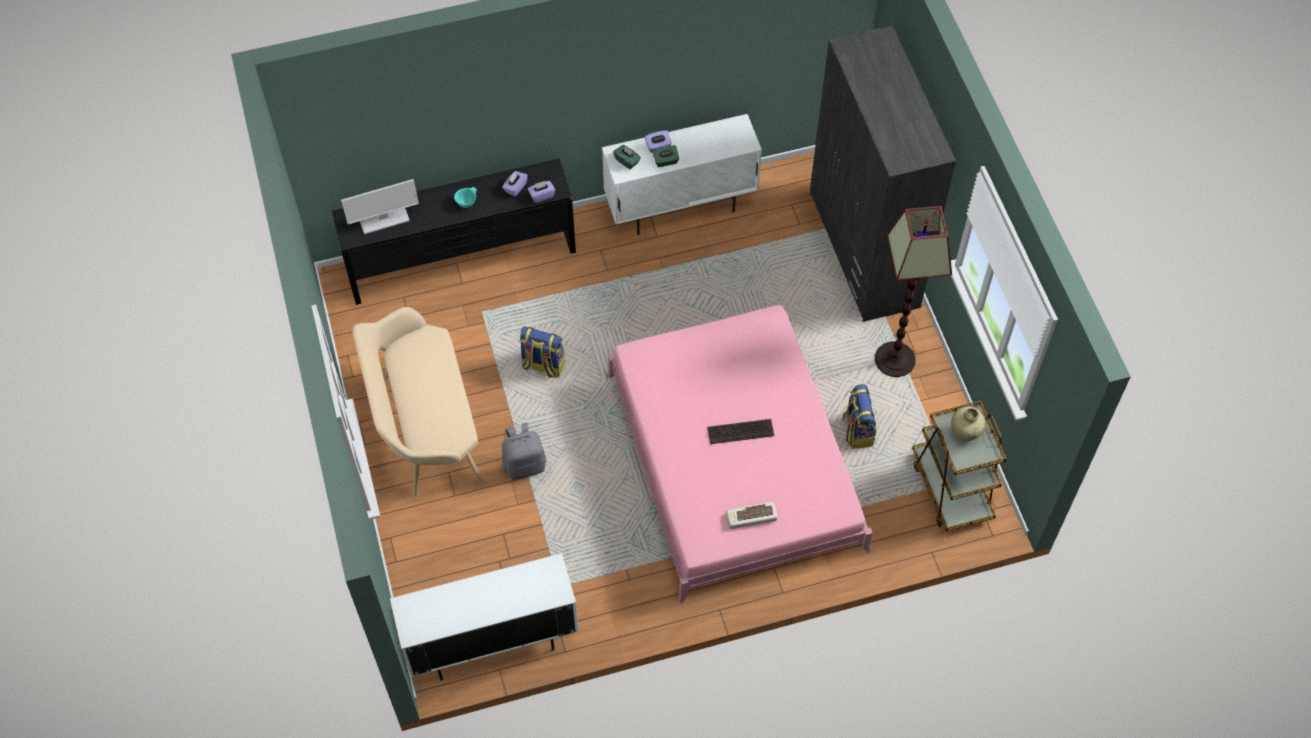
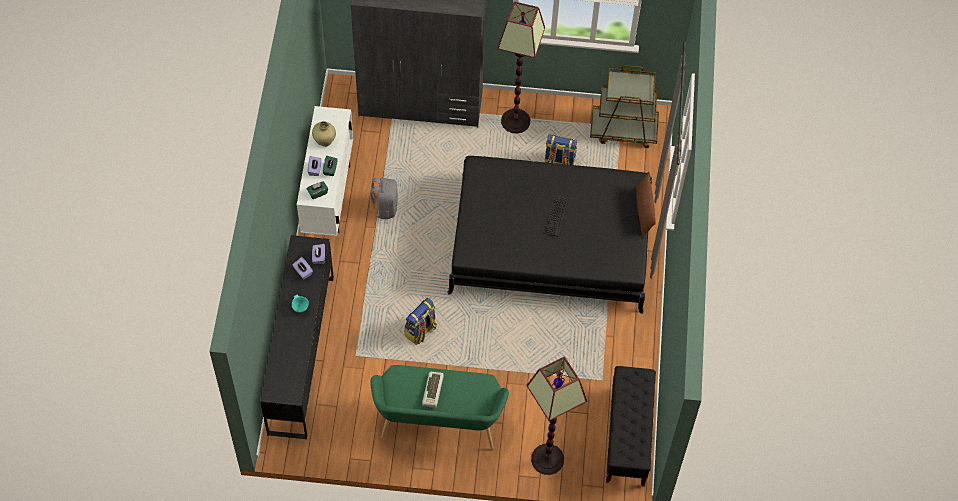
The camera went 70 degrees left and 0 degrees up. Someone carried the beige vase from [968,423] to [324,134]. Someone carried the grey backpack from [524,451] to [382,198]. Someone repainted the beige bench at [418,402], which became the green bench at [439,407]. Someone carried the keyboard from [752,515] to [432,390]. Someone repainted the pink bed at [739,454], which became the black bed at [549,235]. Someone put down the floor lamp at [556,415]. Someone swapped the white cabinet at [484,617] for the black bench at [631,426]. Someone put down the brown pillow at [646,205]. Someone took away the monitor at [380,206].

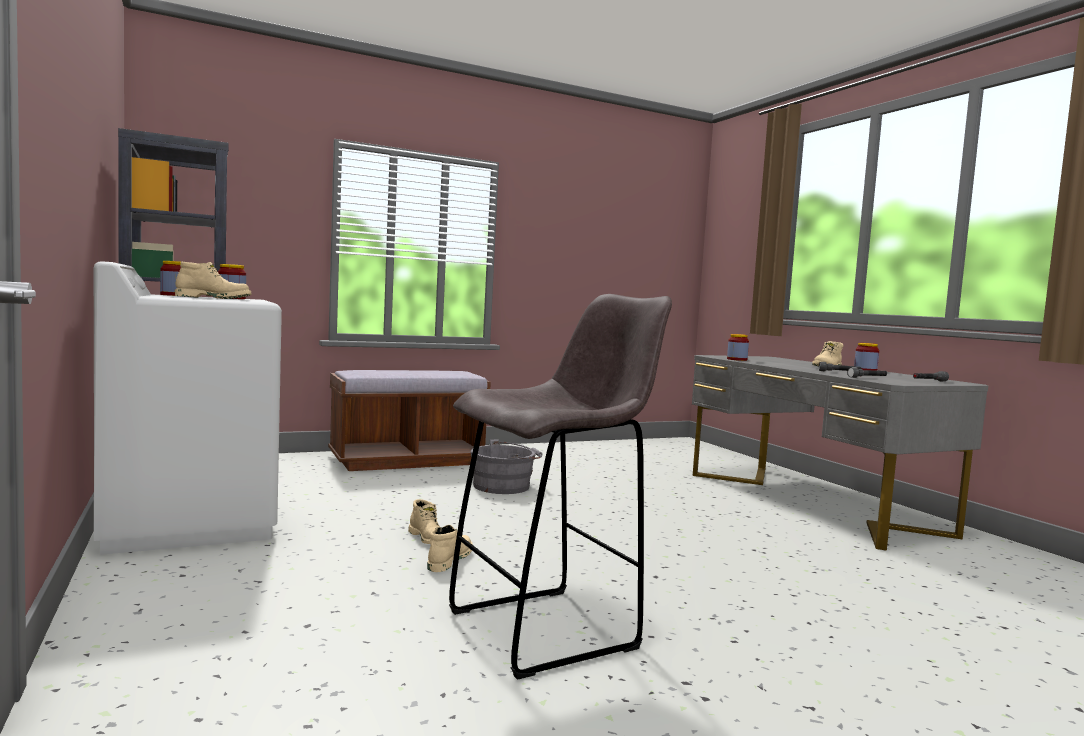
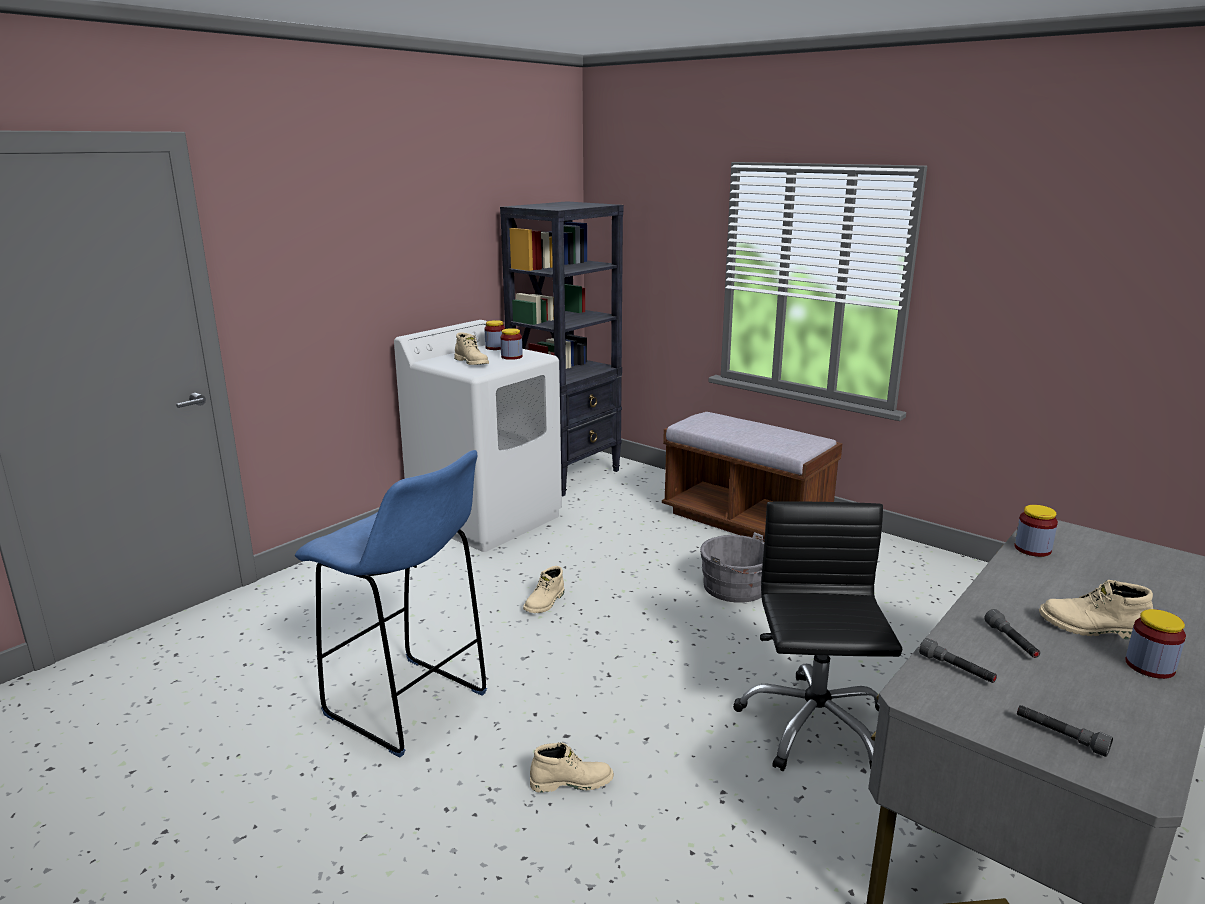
The camera went 65 degrees right and 15 degrees up. Someone repainted the grey stool at [560,487], which became the blue stool at [391,604]. Someone carried the beige boot from [450,548] to [572,767]. Someone put down the black office chair at [818,636].

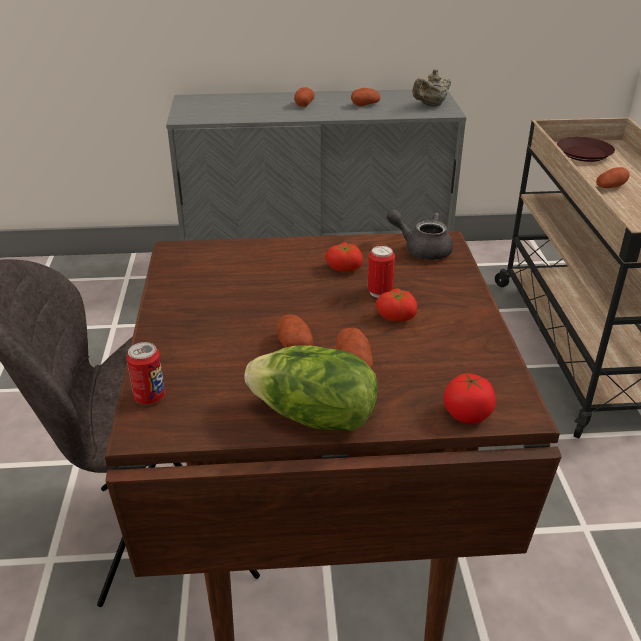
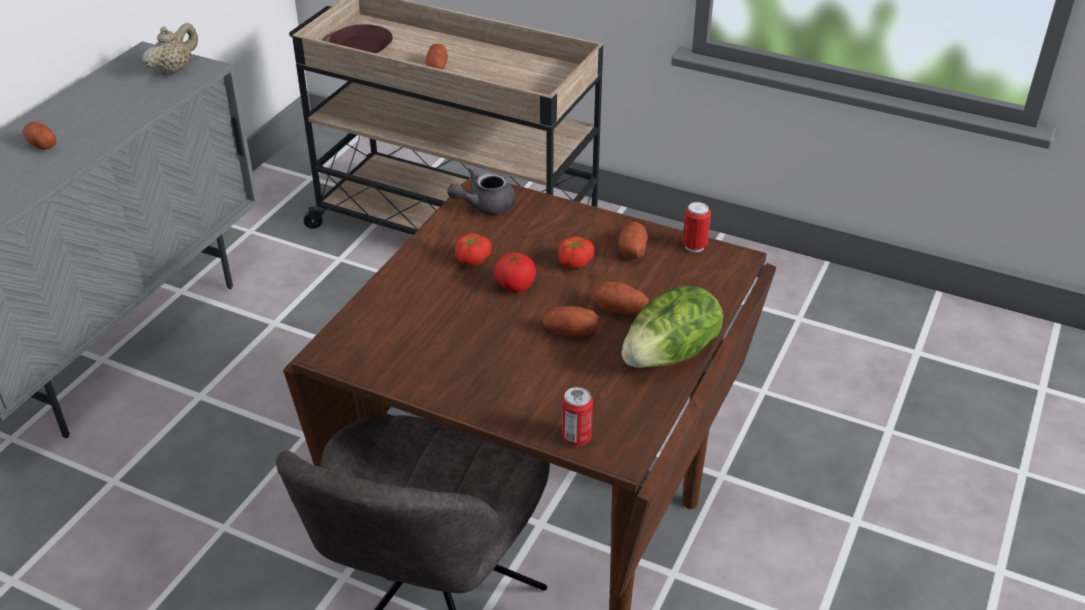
The camera went 60 degrees left and 5 degrees up. Someone rotated the beige teapot at [431,88] by 135 degrees counterclockwise. Someone carried the tomato from [469,398] to [515,272]. Someone carried the potato from [365,97] to [633,240]. Someone carried the can from [381,271] to [696,227].

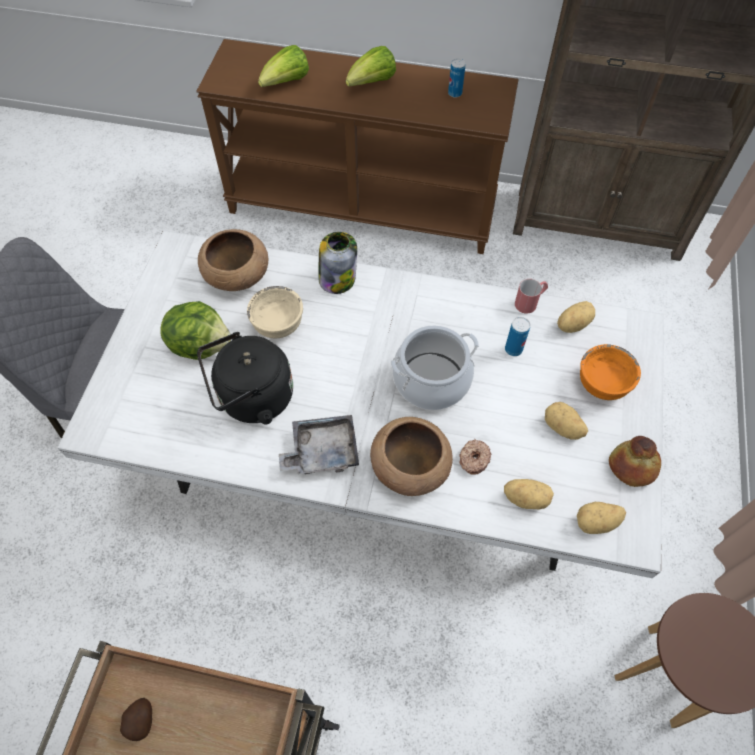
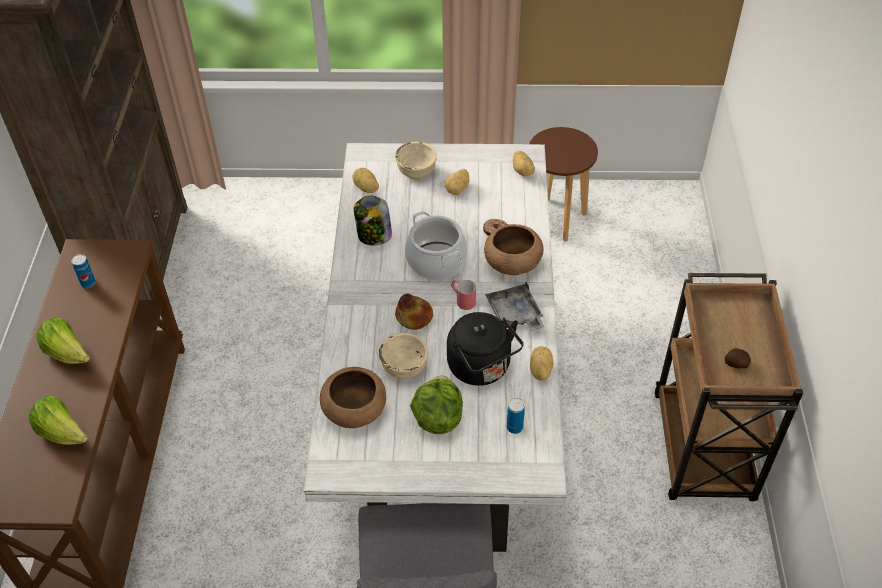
The camera went 100 degrees left and 10 degrees down. Someone carried the jar from [338,263] to [373,220]. Someone repainted the orange bowl at [610,372], which became the beige bowl at [416,161]. Someone carried the bread from [635,461] to [414,312]. Someone carried the red mug from [531,296] to [463,295]. Someone carried the can from [517,336] to [516,416]. Someone carried the potato from [529,494] to [542,363].

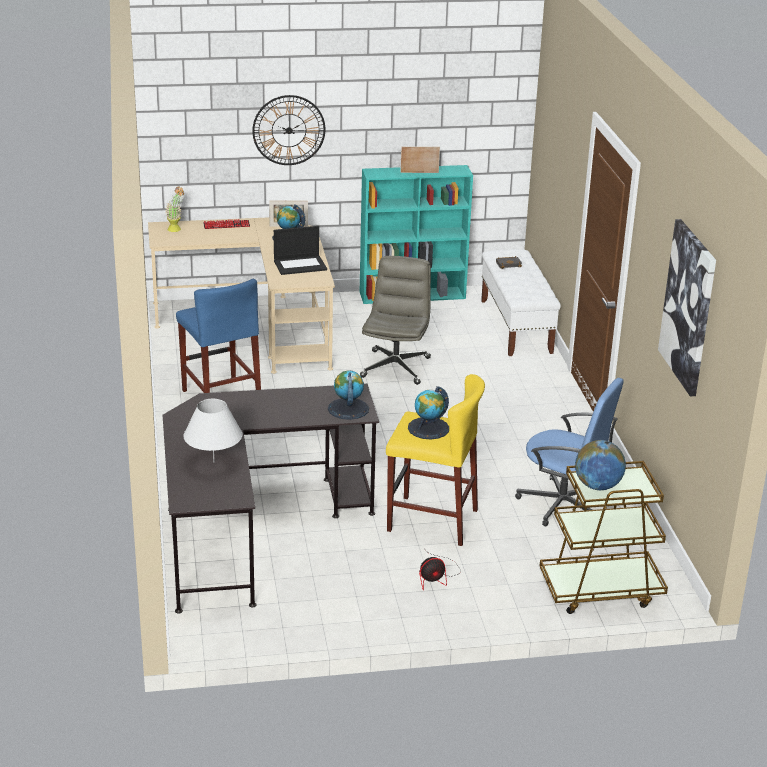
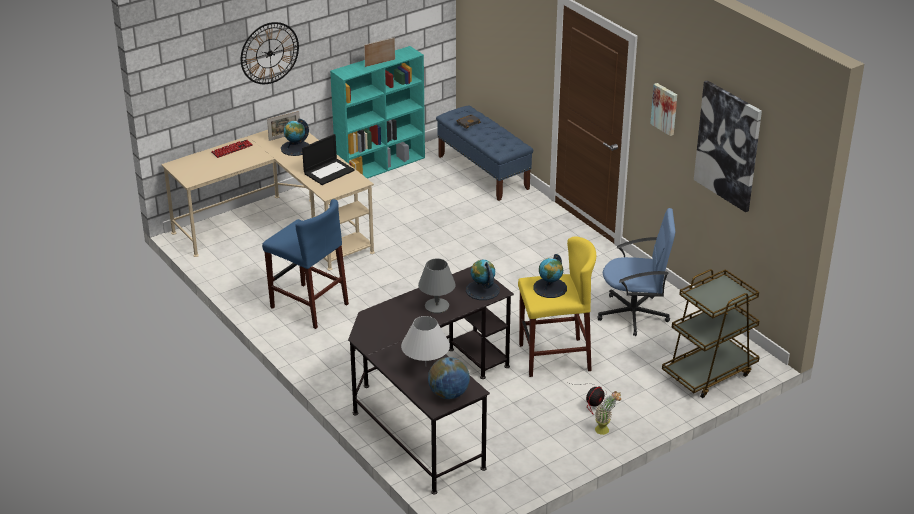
The camera went 25 degrees left and 5 degrees up. Someone put down the grey table lamp at [437,286]. Someone carried the globe from [600,465] to [449,378]. Someone repainted the white bench at [521,302], which became the blue bench at [484,153]. Someone carried the potted plant from [174,209] to [608,413]. Someone put up the picture at [663,109]. Someone took away the grey office chair at [395,320].

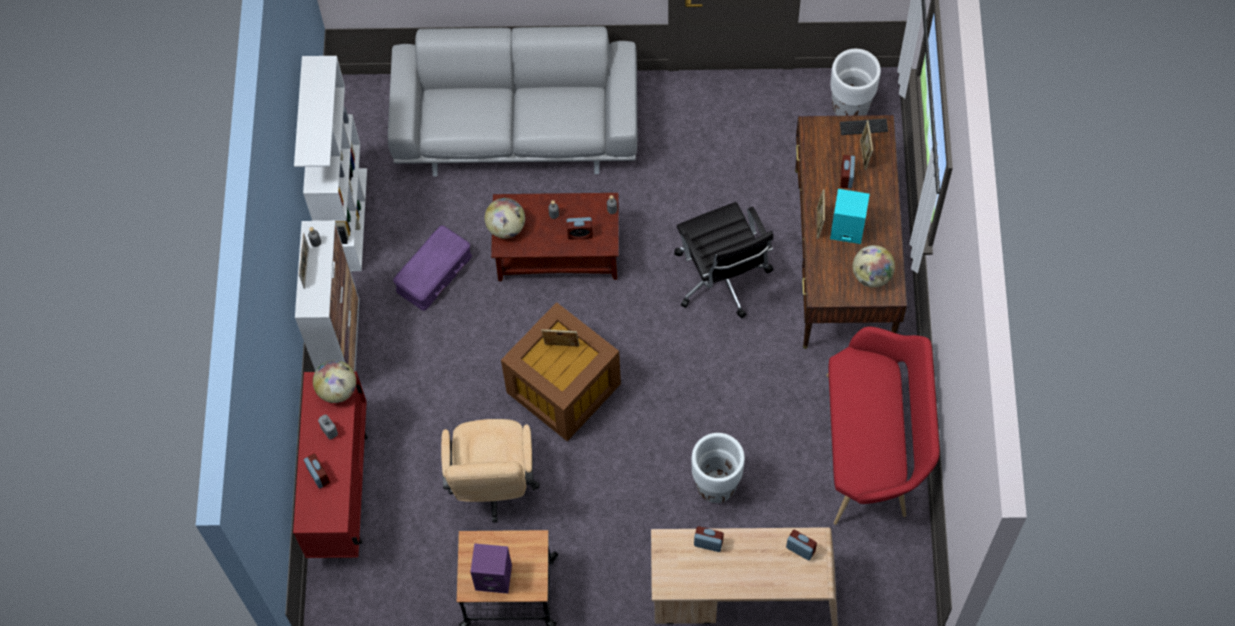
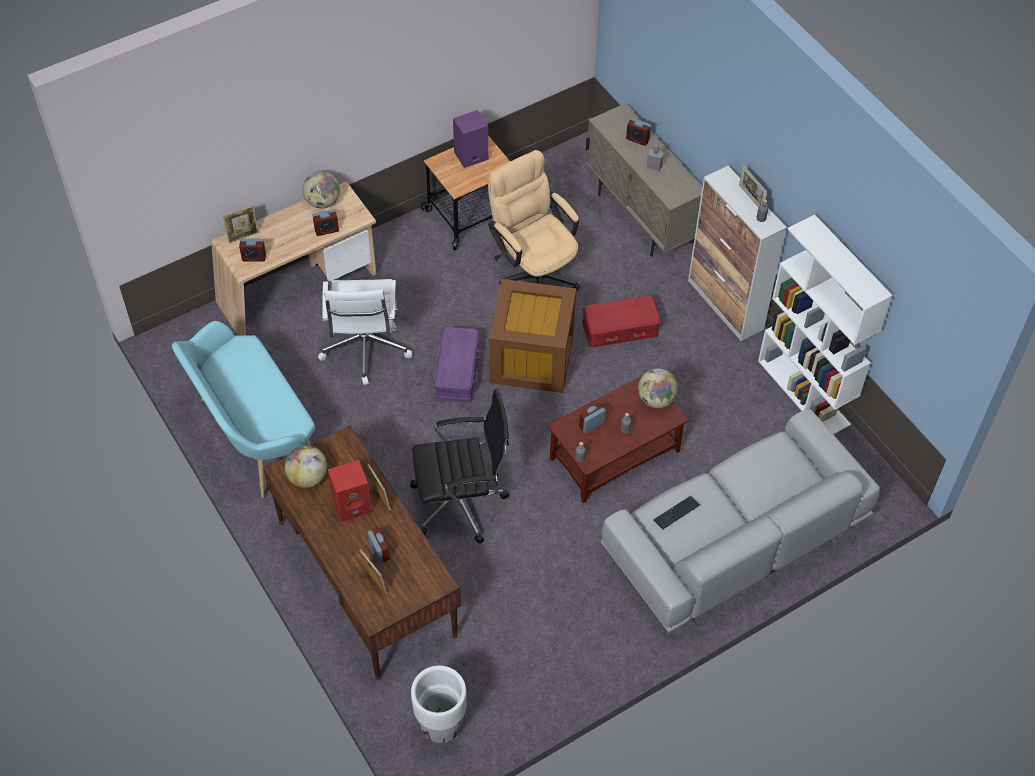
The camera went 145 degrees right and 10 degrees down. Someone repainted the red bench at [883,426], which became the turquoise bench at [244,409]. Someone carried the picture frame from [560,338] to [241,224]. Someone carried the globe from [334,381] to [321,190]. Someone swapped the white planter at [718,468] for the white office chair at [365,332]. Someone repainted the turquoise speaker at [849,216], which became the red speaker at [350,491]. Someone rotated the black office chair at [724,260] by 135 degrees clockwise. Someone carried the purple storage box from [432,268] to [457,365]. Someone put down the red storage box at [621,321]. Someone repainted the red cabinet at [330,464], which became the beige cabinet at [644,180]. Someone carried the keyboard from [864,126] to [676,512].

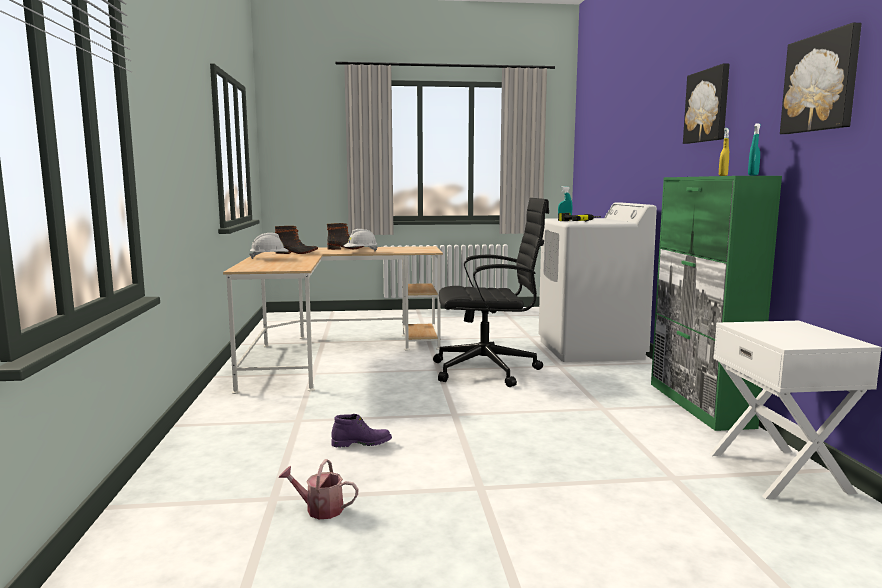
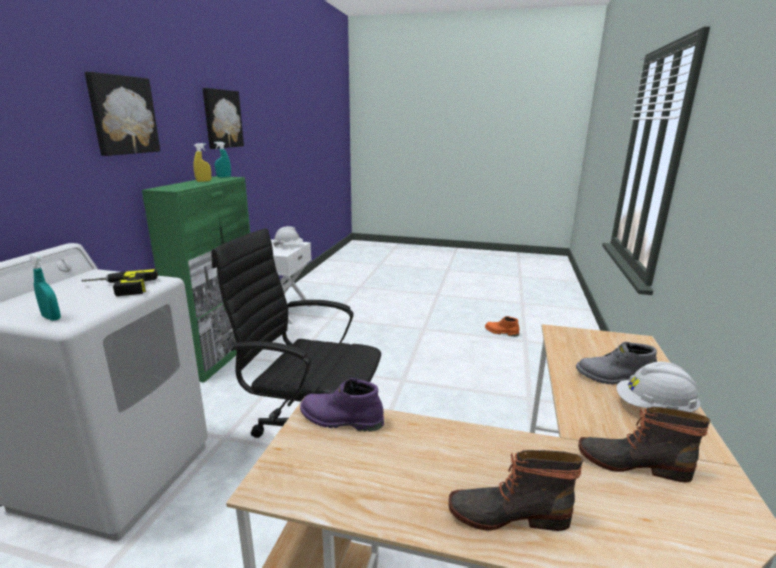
The camera went 160 degrees left and 10 degrees up. Someone carried the white hard hat from [361,240] to [288,236]. Someone carried the purple boot from [361,431] to [342,405]. Someone swapped the watering can at [318,489] for the orange boot at [502,326]. Someone put down the grey boot at [616,363].

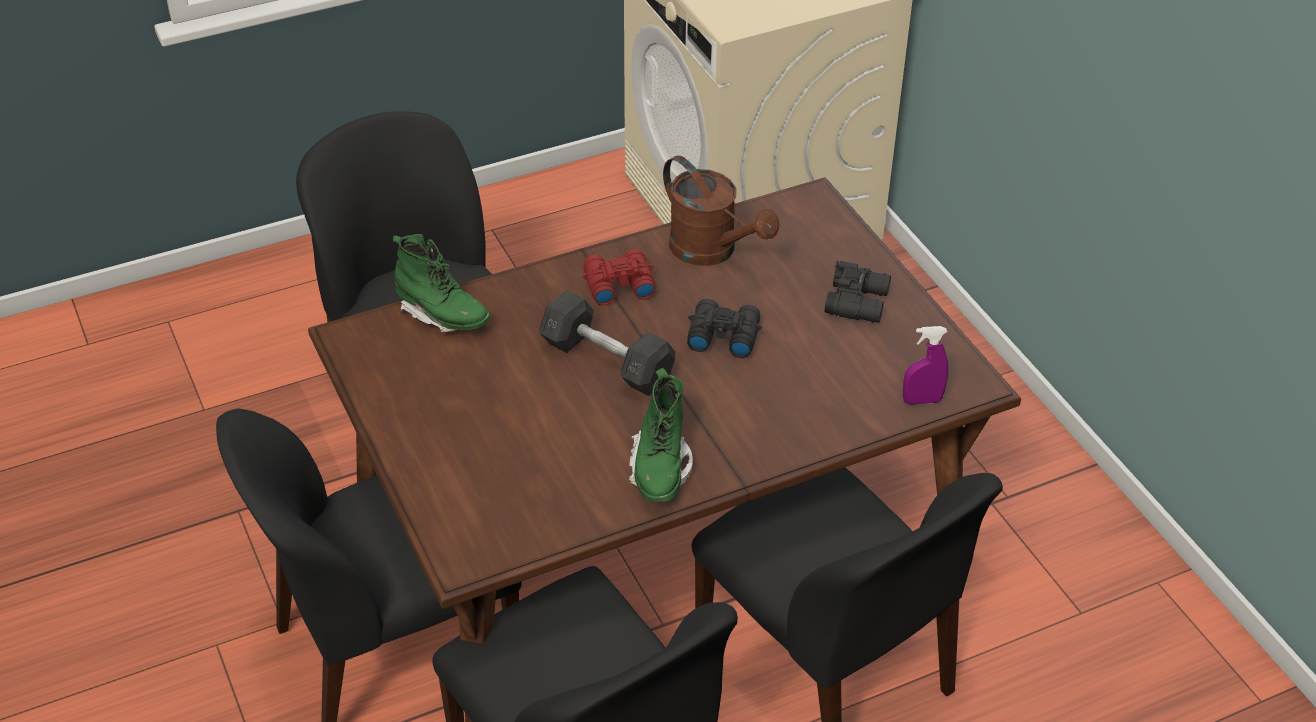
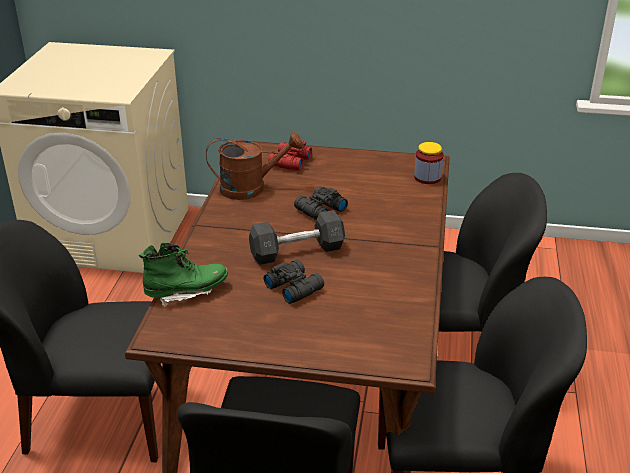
The camera went 55 degrees left and 10 degrees down. Someone carried the black binoculars from [858,291] to [294,282]. Someone carried the red binoculars from [619,277] to [290,156]. Someone swapped the purple spray bottle at [925,365] for the jar at [429,163]. Someone took away the green boot at [661,435].

